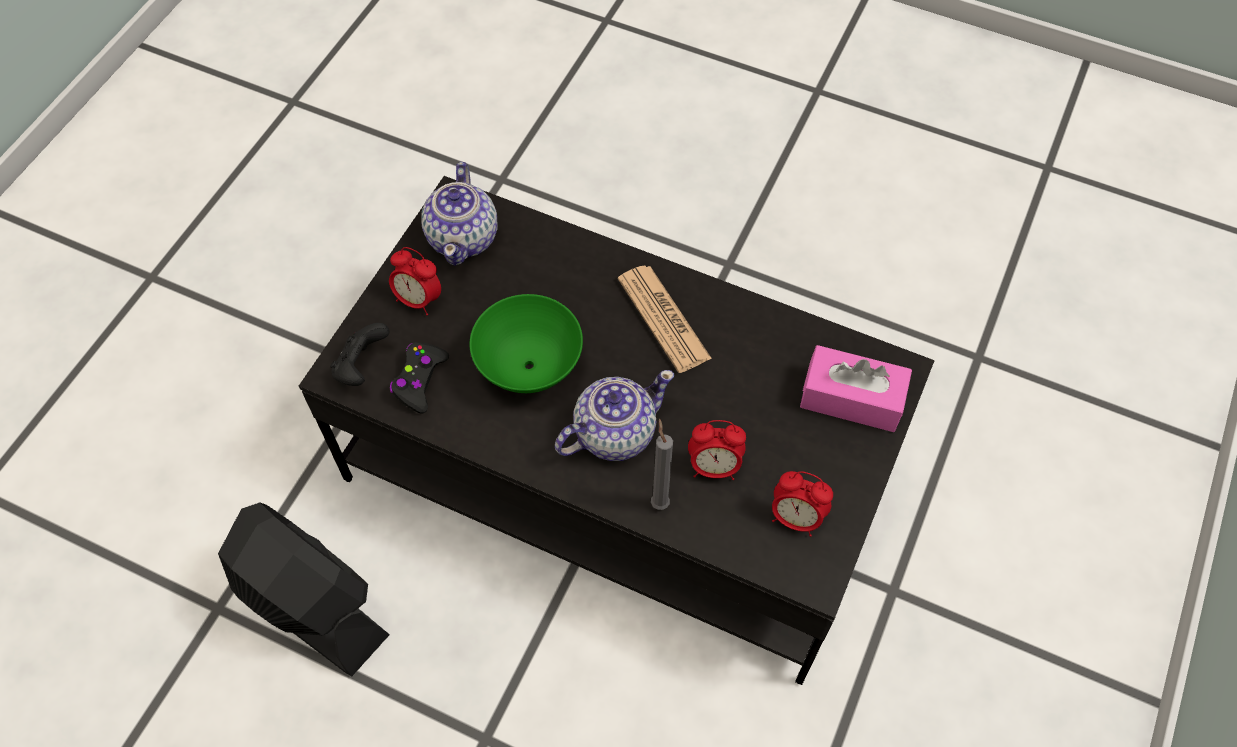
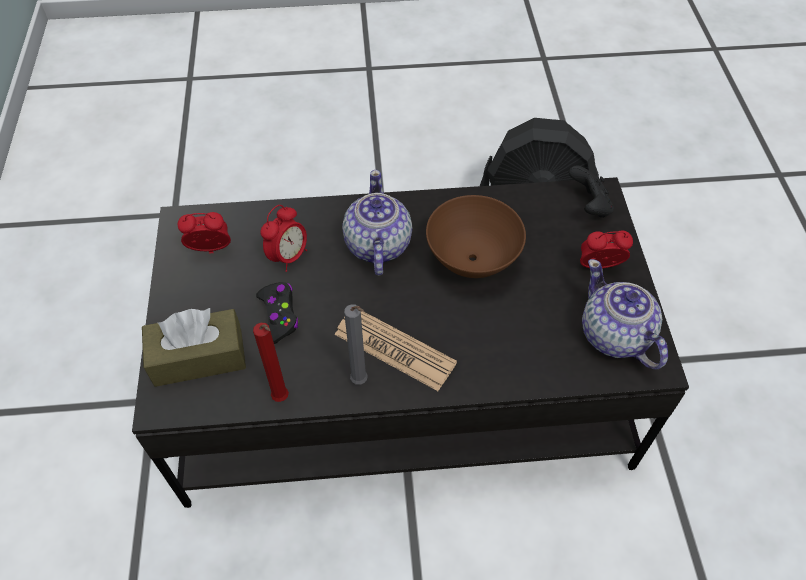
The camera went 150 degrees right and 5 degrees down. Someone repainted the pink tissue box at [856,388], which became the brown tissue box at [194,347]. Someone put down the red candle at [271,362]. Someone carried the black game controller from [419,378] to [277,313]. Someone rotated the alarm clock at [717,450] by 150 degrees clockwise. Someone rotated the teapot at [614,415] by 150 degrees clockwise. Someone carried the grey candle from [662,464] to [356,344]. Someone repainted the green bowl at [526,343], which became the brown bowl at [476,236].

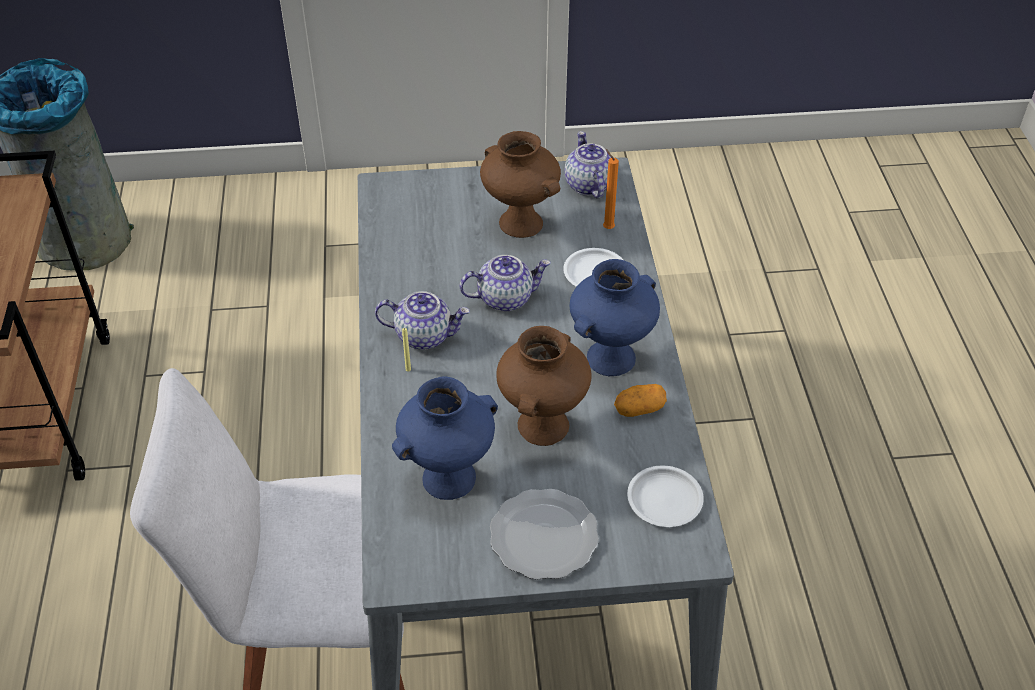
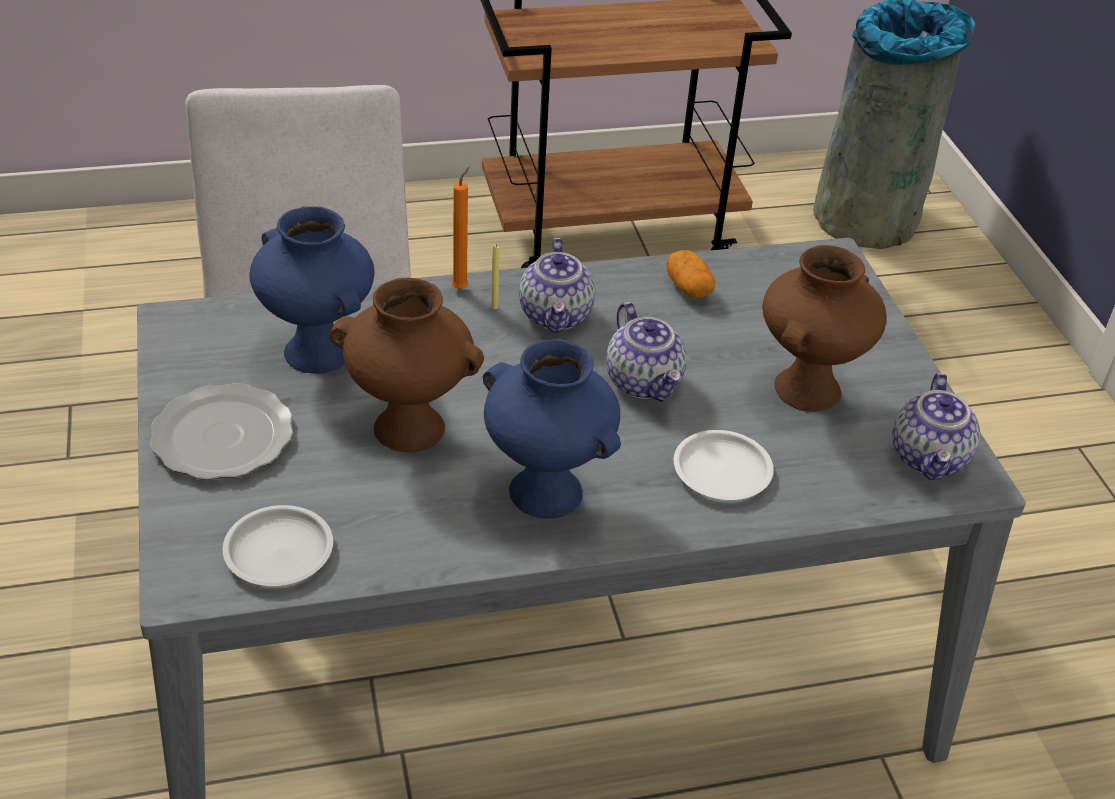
The camera went 80 degrees right and 5 degrees down. Someone carried the orange candle from [611,188] to [460,228]. Someone carried the potato from [640,400] to [691,274]. Someone rotated the teapot at [588,165] by 120 degrees clockwise.

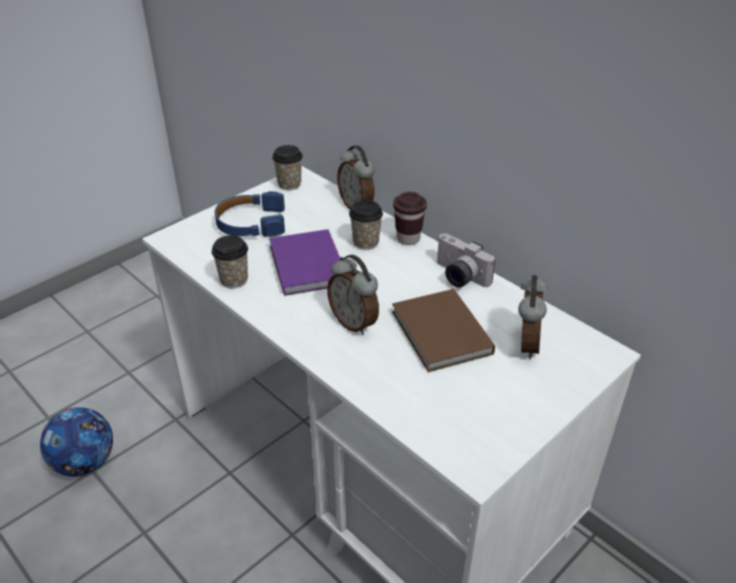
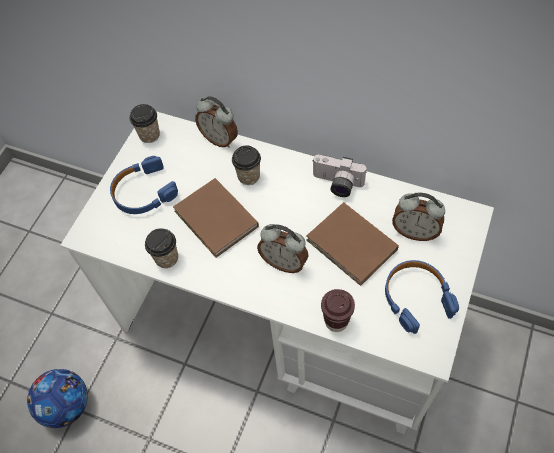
The camera went 20 degrees left and 20 degrees up. Someone repainted the purple book at [304,262], which became the brown book at [216,218]. Someone carried the brown cup from [410,218] to [338,310]. Someone put down the blue headphones at [422,297]. Someone rotated the alarm clock at [533,317] by 120 degrees clockwise.

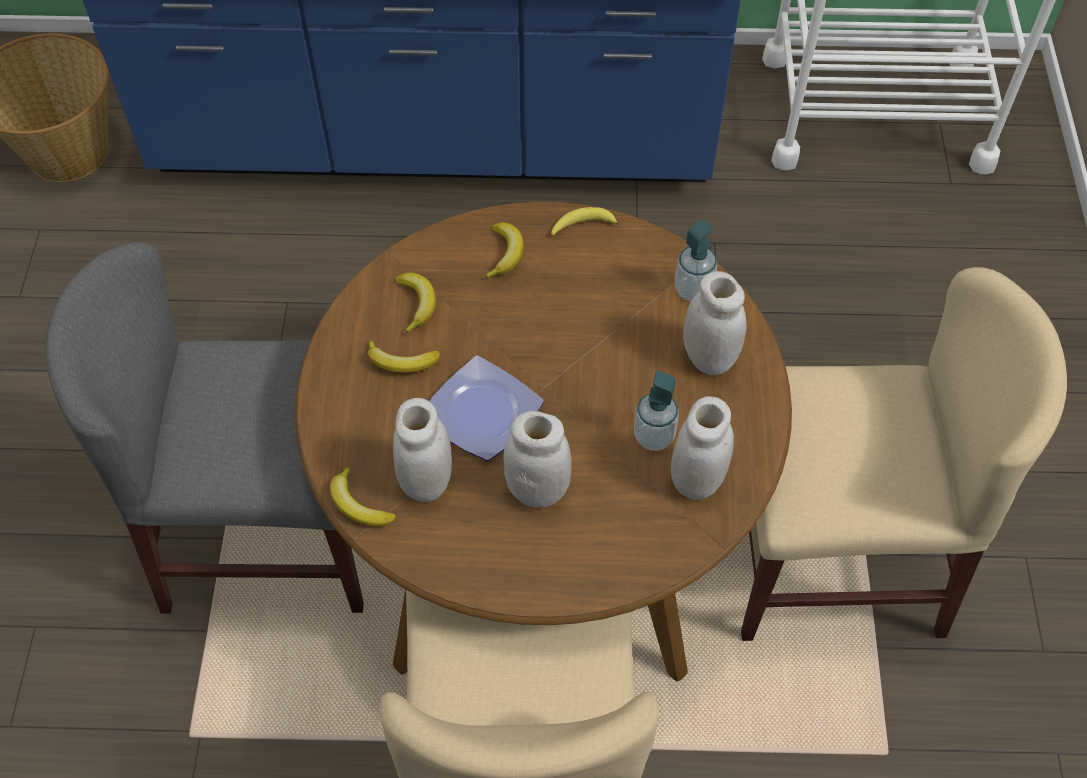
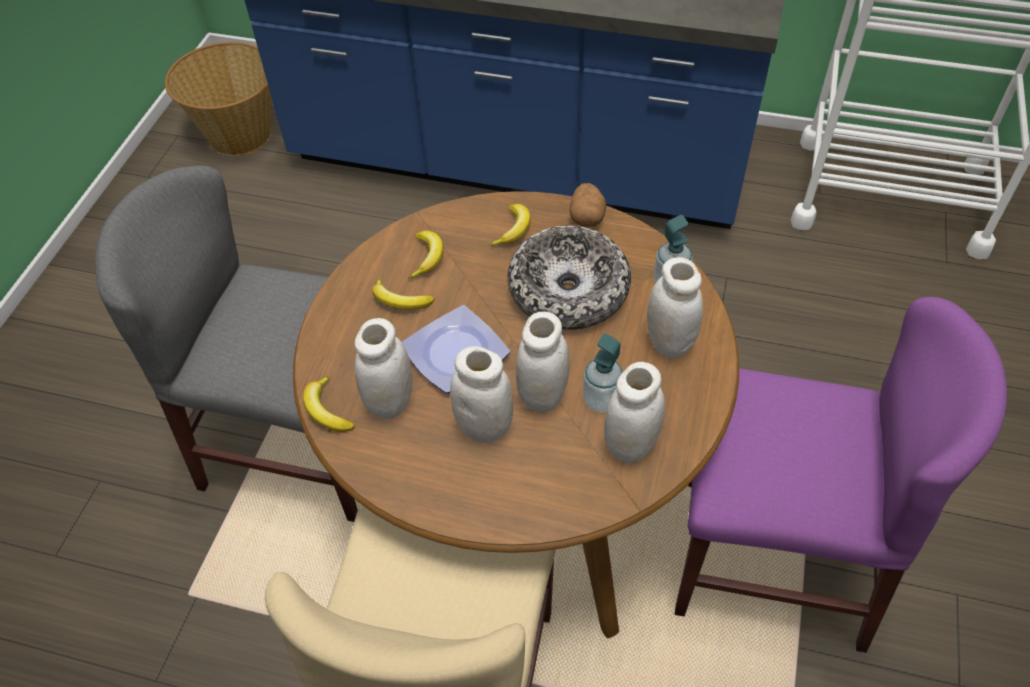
The camera went 15 degrees right and 5 degrees down. Someone put down the bowl at [569,278]. Someone put down the white jar at [543,362]. Someone swapped the banana at [585,221] for the potato at [588,205]. Someone repainted the beige chair at [904,454], which became the purple chair at [841,475].

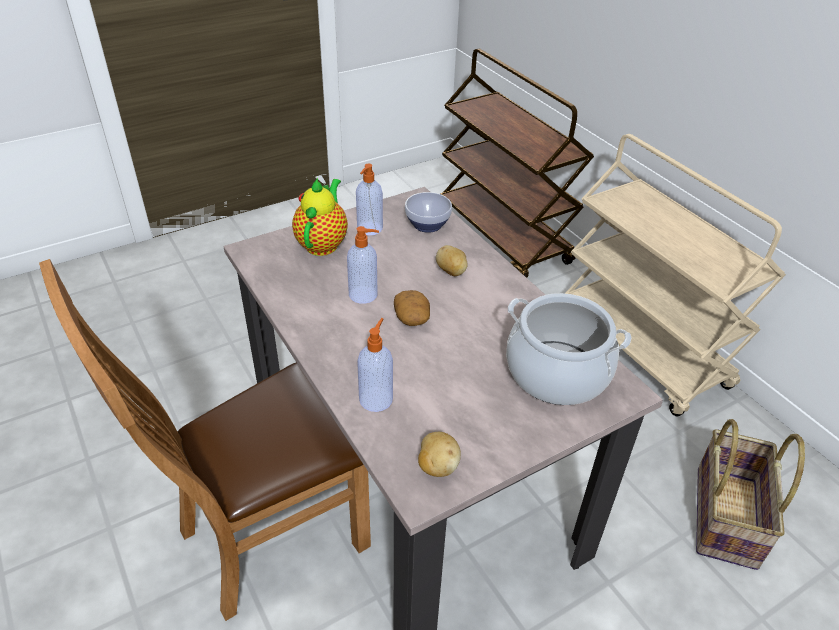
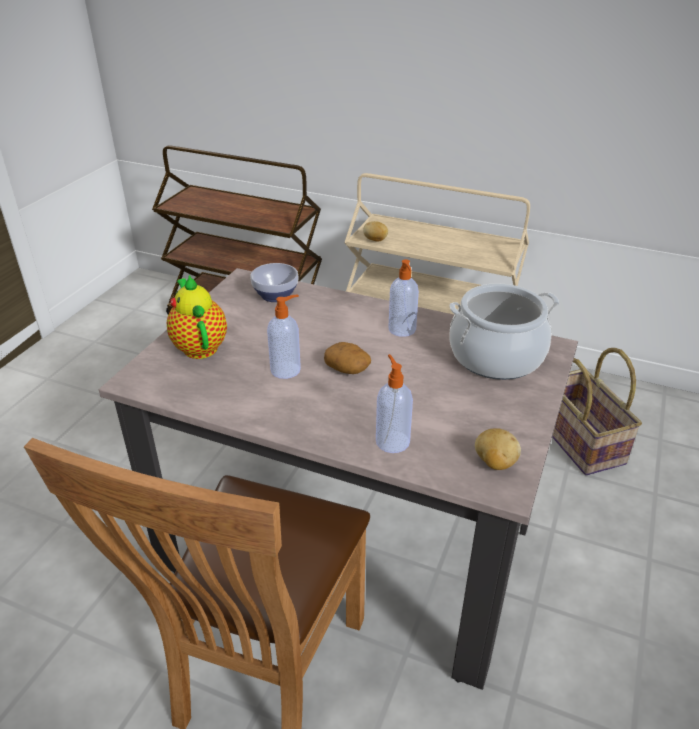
The camera went 35 degrees left and 5 degrees down. Someone carried the potato from [452,260] to [375,231]. Someone carried the soap dispenser from [369,199] to [403,298].

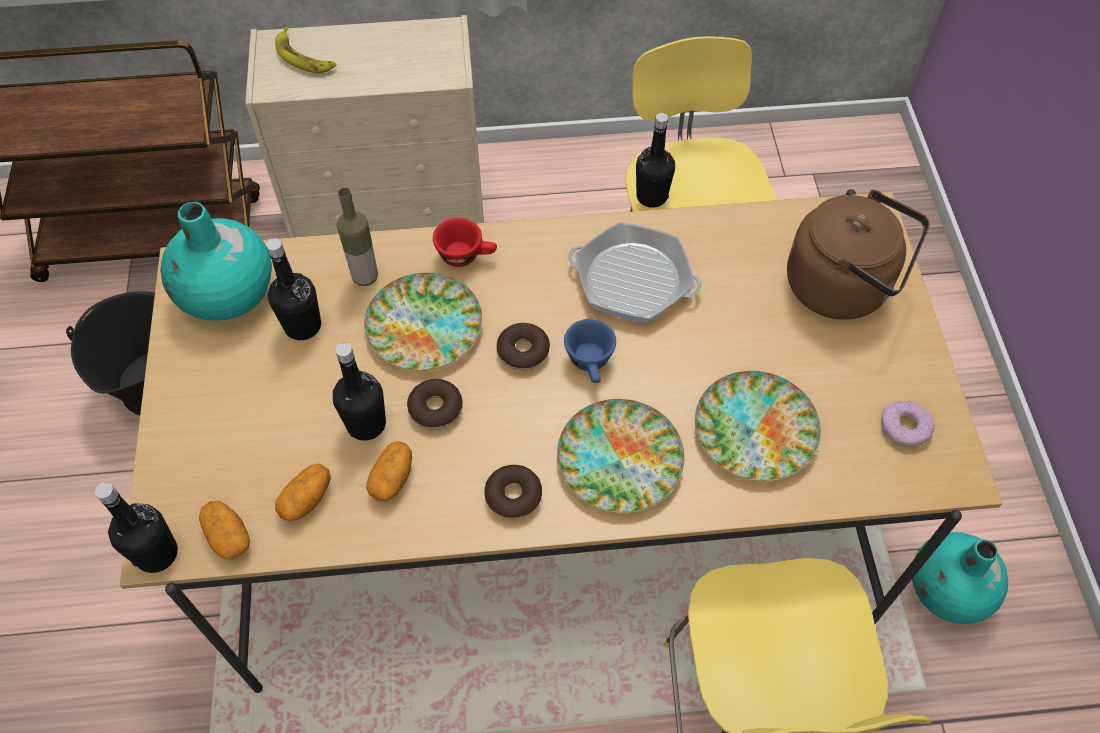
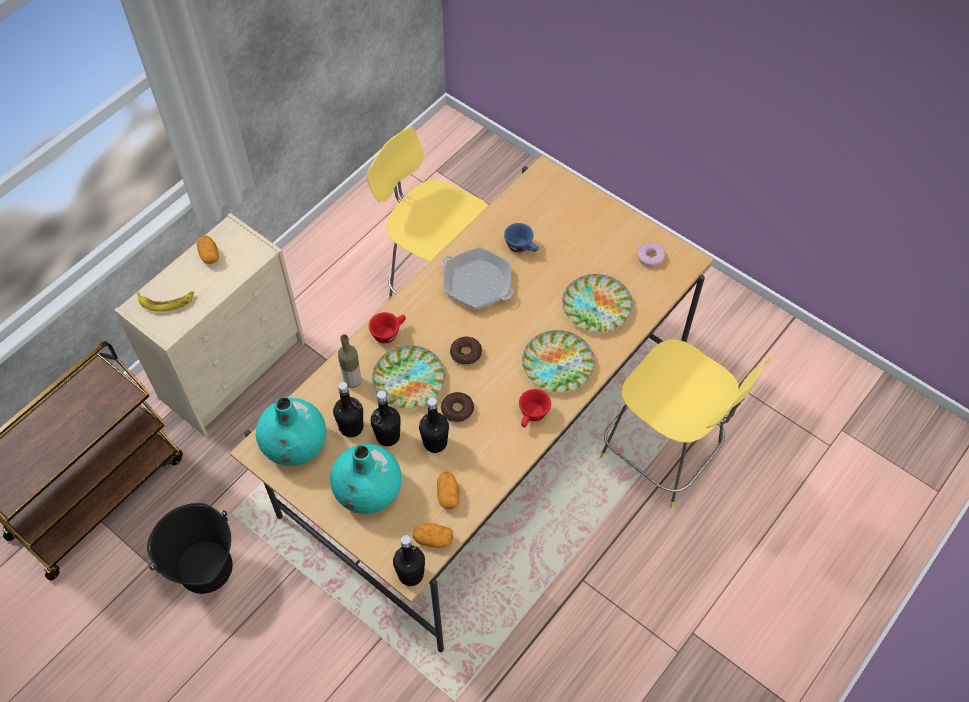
The camera went 45 degrees left and 0 degrees up. Someone carried the potato from [389,471] to [208,250]. Someone carried the turquoise vase from [960,578] to [366,479]. Someone carried the black bottle from [655,160] to [386,418]. Someone rotated the frying pan at [635,272] by 60 degrees clockwise. Someone carried the blue cup from [590,351] to [521,238]. Someone swapped the donut at [513,492] for the red cup at [535,408]. Someone took away the brown kettle at [858,254].

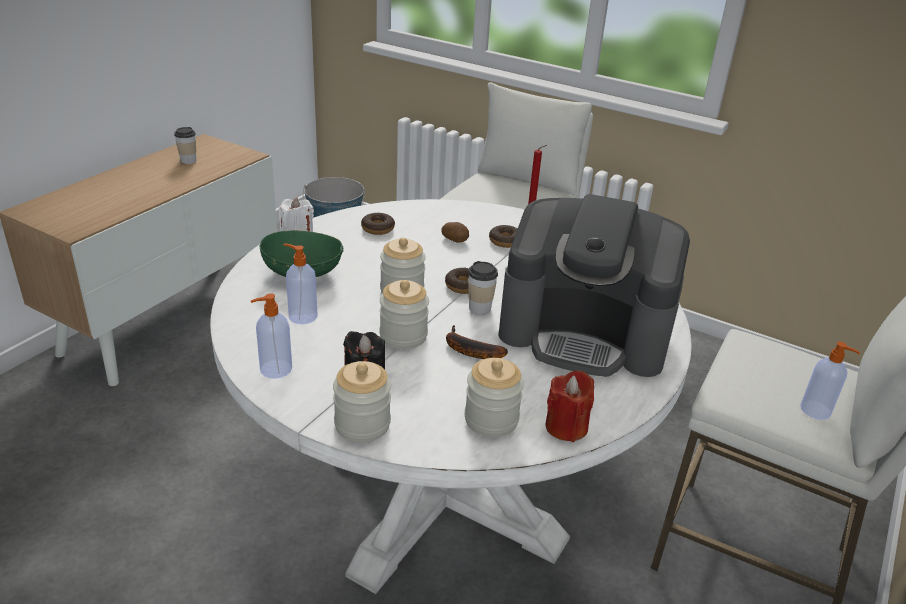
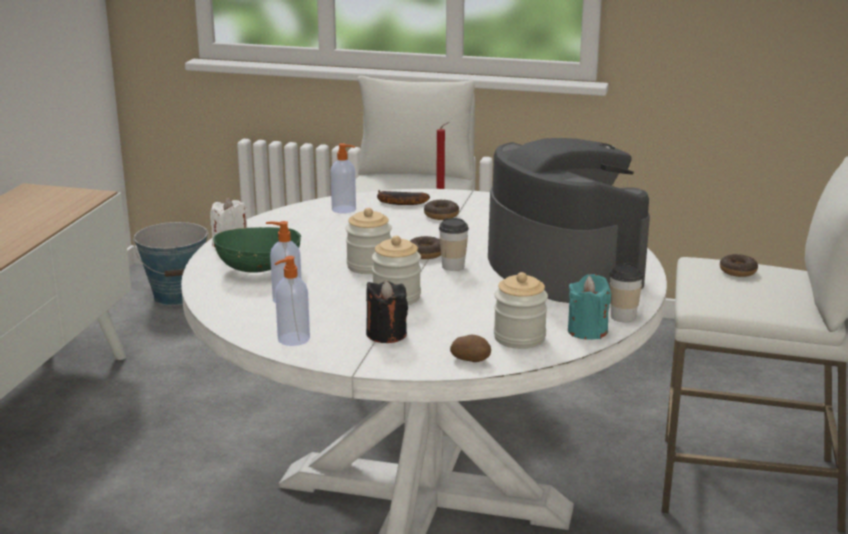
The camera went 15 degrees left and 10 degrees down. Someone carried the soap dispenser from [830,381] to [343,178]. Someone carried the banana from [477,342] to [403,197]. Someone carried the potato from [455,232] to [470,348]. Someone rotated the coffee machine at [594,285] by 120 degrees counterclockwise. Someone repainted the red candle at [570,406], which became the turquoise candle at [589,307]. Someone carried the cup from [185,145] to [626,292]. Someone carried the donut from [378,224] to [739,265]. Someone took away the jar at [362,401].

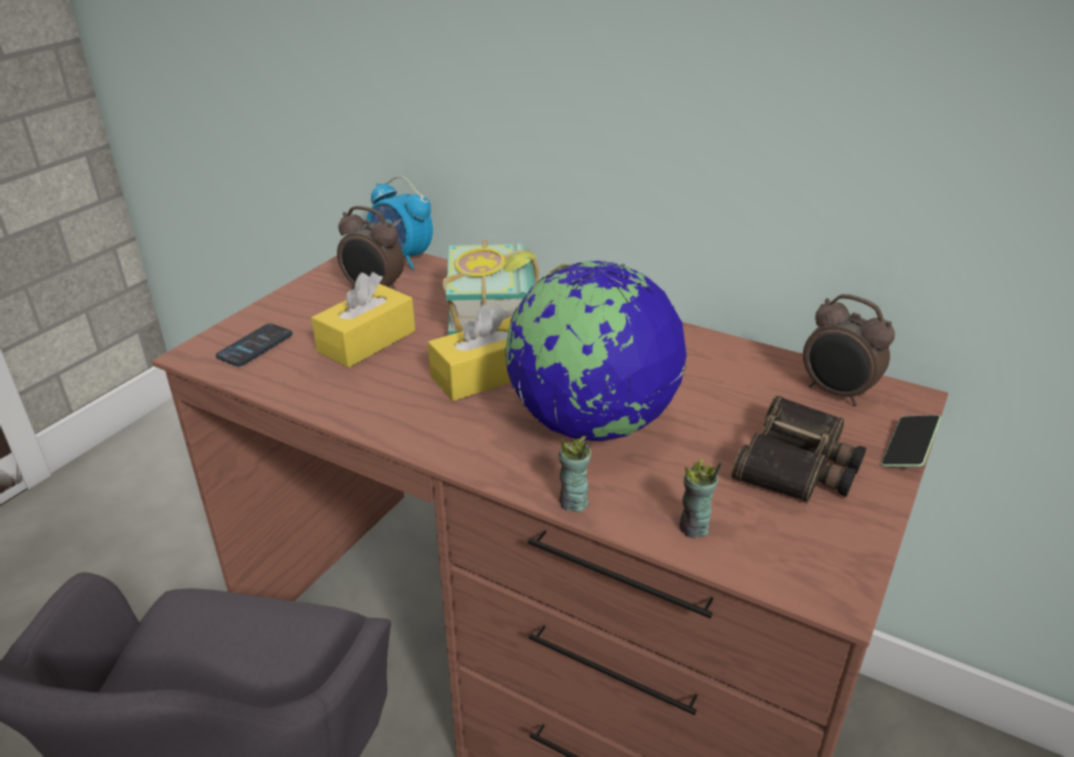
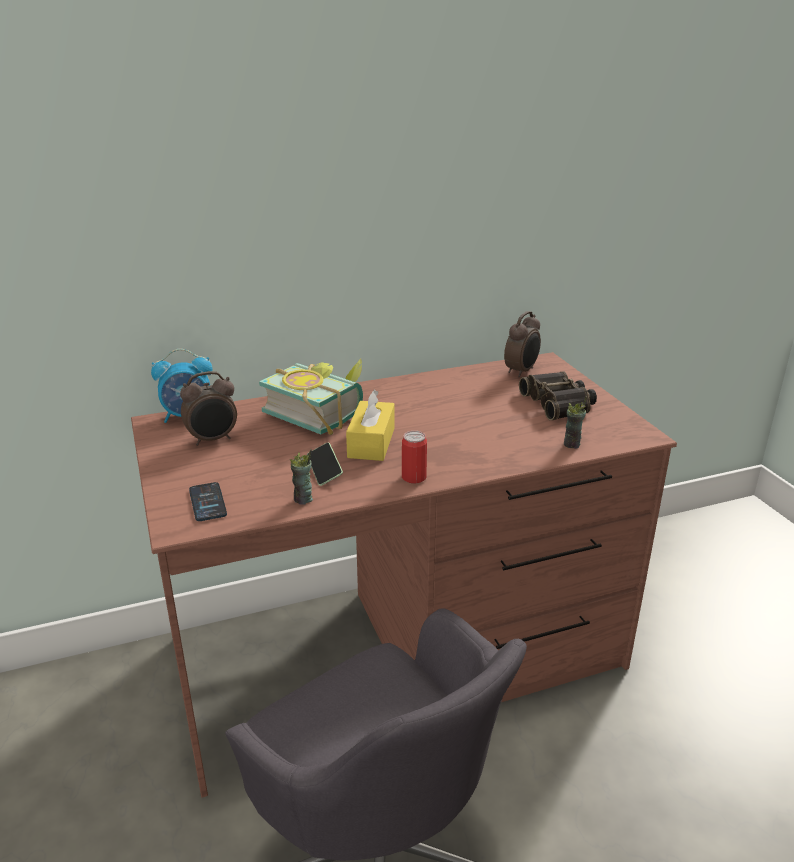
The camera went 50 degrees left and 5 degrees down. Someone carried the cup from [575,474] to [301,477]. Someone carried the phone from [911,441] to [325,464]. Someone put down the can at [414,457]. Someone rotated the alarm clock at [849,350] by 45 degrees counterclockwise. Someone took away the yellow tissue box at [363,320]. Someone took away the globe at [596,351].

